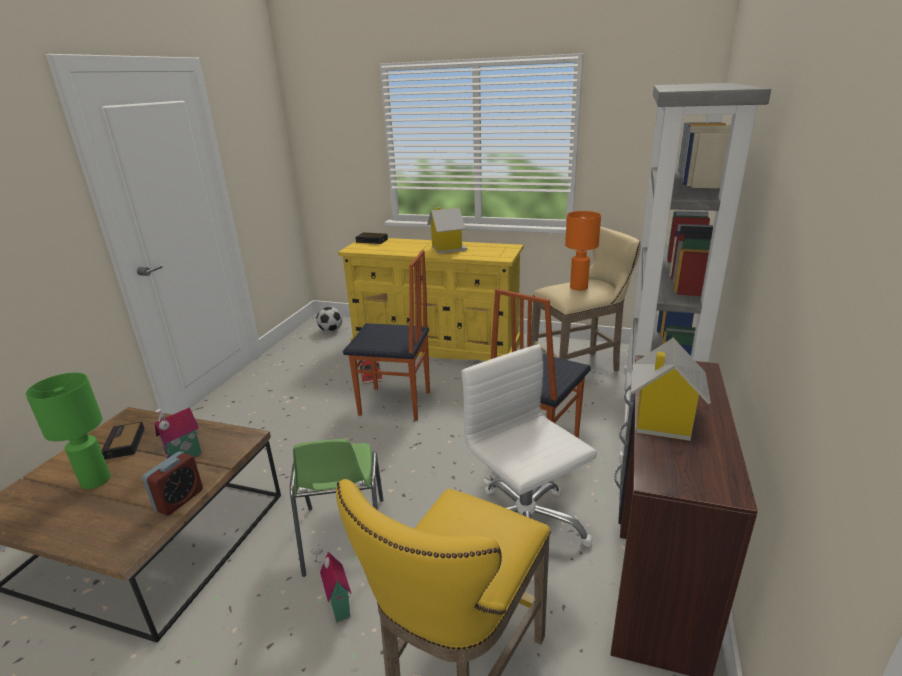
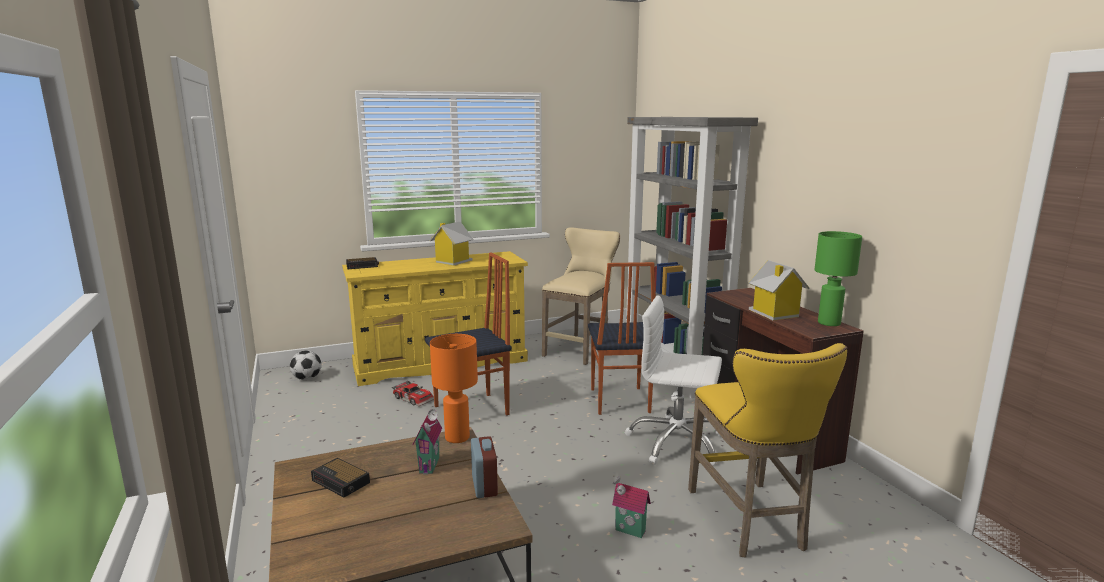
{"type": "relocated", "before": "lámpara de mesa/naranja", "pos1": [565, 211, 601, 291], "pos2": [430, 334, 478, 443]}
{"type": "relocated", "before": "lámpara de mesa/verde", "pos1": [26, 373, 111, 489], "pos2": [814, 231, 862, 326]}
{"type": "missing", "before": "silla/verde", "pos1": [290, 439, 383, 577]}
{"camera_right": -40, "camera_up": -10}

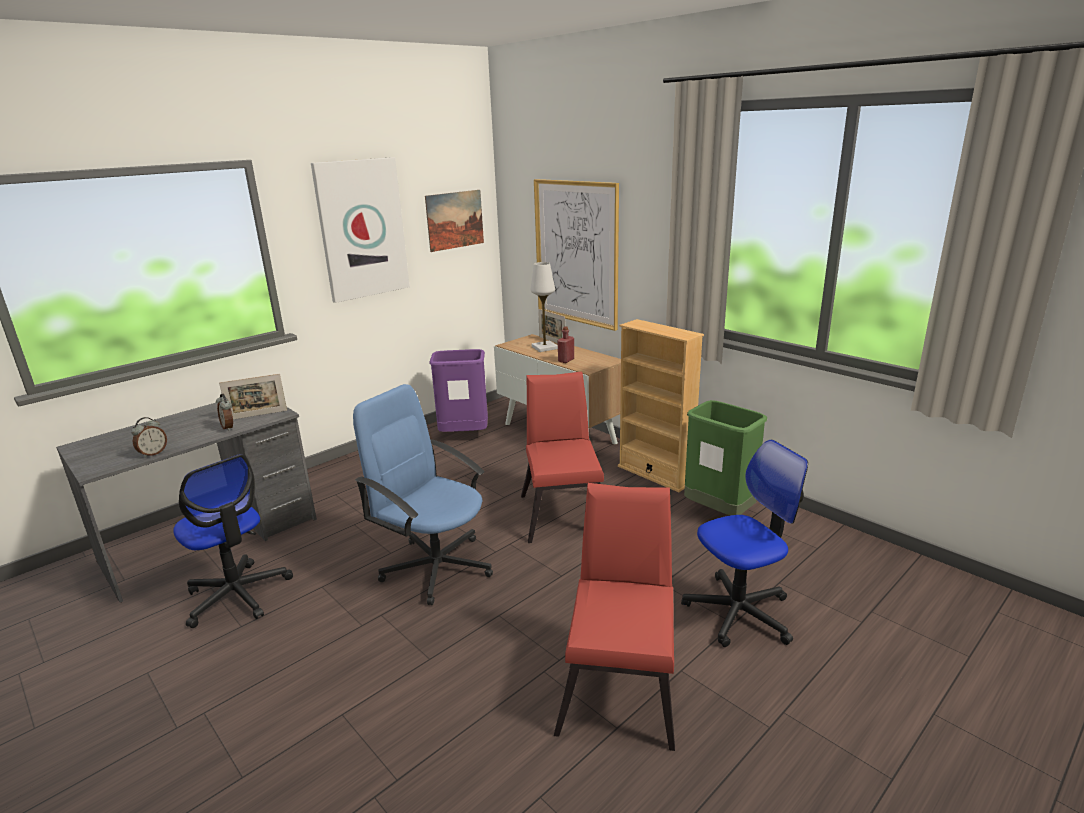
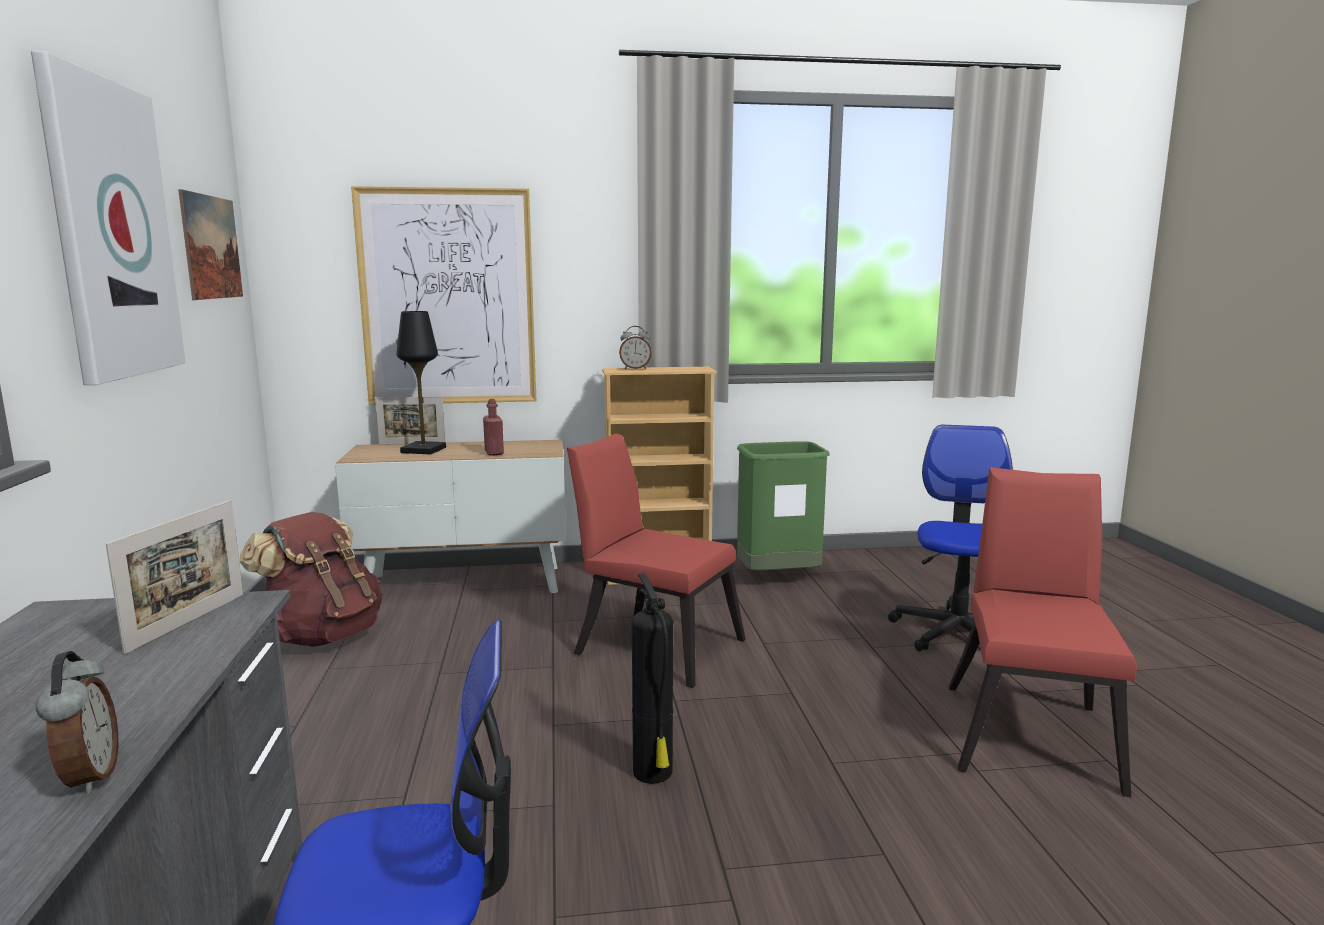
{"type": "colour", "before": "lámpara de mesa/blanco", "after": "lámpara de mesa/negro", "pos1": [531, 262, 558, 352], "pos2": [397, 311, 446, 455]}
{"type": "exchanged", "before": "papelera/morado", "after": "mochila/marrón", "pos1": [429, 349, 488, 432], "pos2": [240, 512, 383, 647]}
{"type": "exchanged", "before": "silla de oficina/azul", "after": "extintor", "pos1": [353, 384, 493, 605], "pos2": [632, 573, 673, 784]}
{"type": "relocated", "before": "despertador", "pos1": [216, 394, 233, 431], "pos2": [619, 326, 652, 369]}
{"type": "spun", "before": "silla/rojo", "pos1": [554, 483, 675, 751], "pos2": [949, 467, 1137, 797], "turn": 60}
{"camera_right": -55, "camera_up": -10}

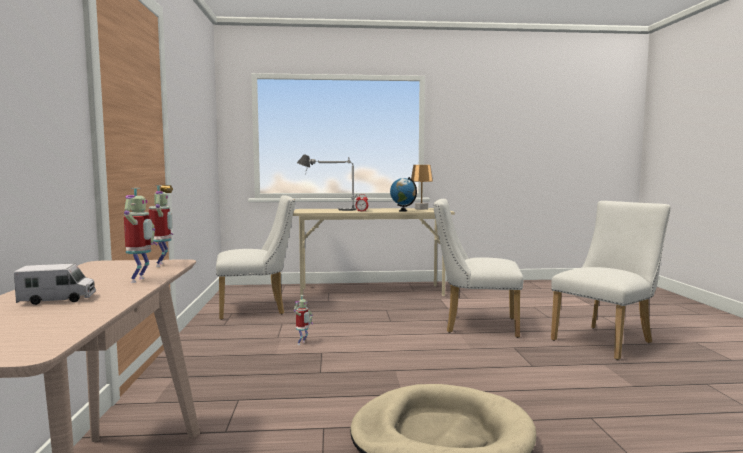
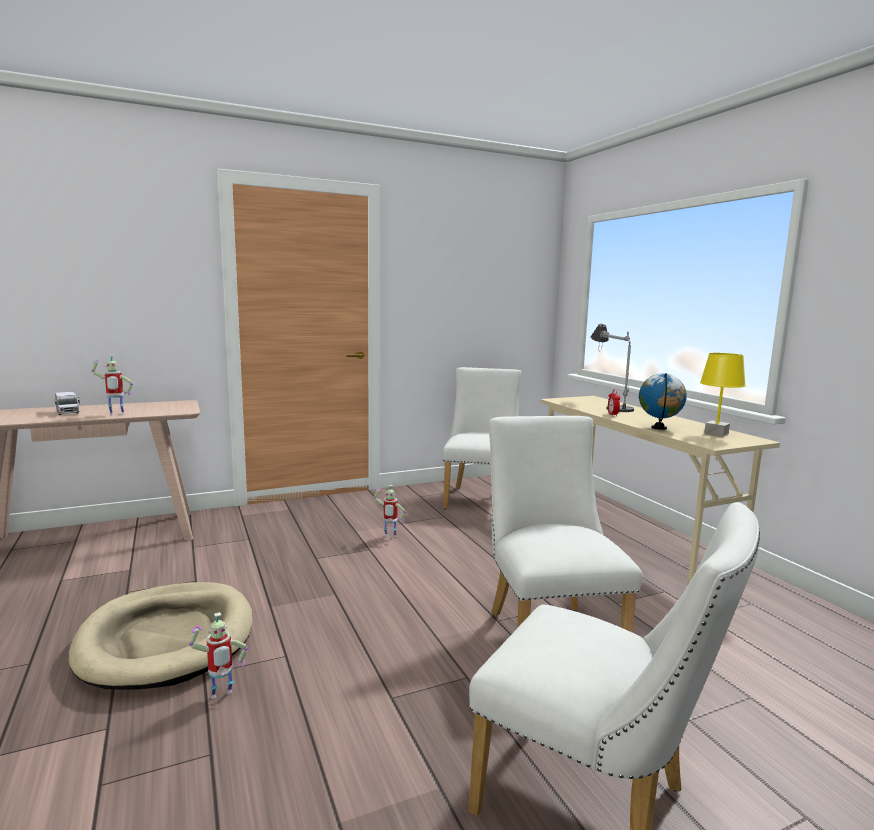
{"type": "colour", "before": "lámpara de mesa/marrón", "after": "lámpara de mesa/amarillo", "pos1": [411, 165, 433, 210], "pos2": [700, 353, 746, 436]}
{"type": "relocated", "before": "robot de juguete", "pos1": [149, 185, 173, 267], "pos2": [189, 612, 248, 699]}
{"type": "spun", "before": "silla/blanco", "pos1": [216, 195, 295, 320], "pos2": [442, 367, 521, 509], "turn": -135}
{"camera_right": 70, "camera_up": 5}

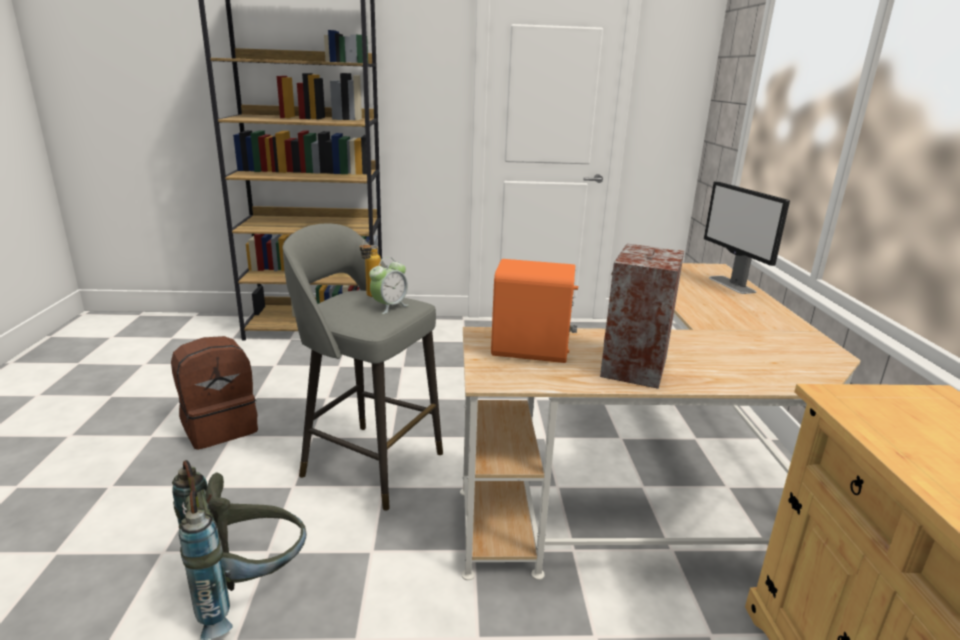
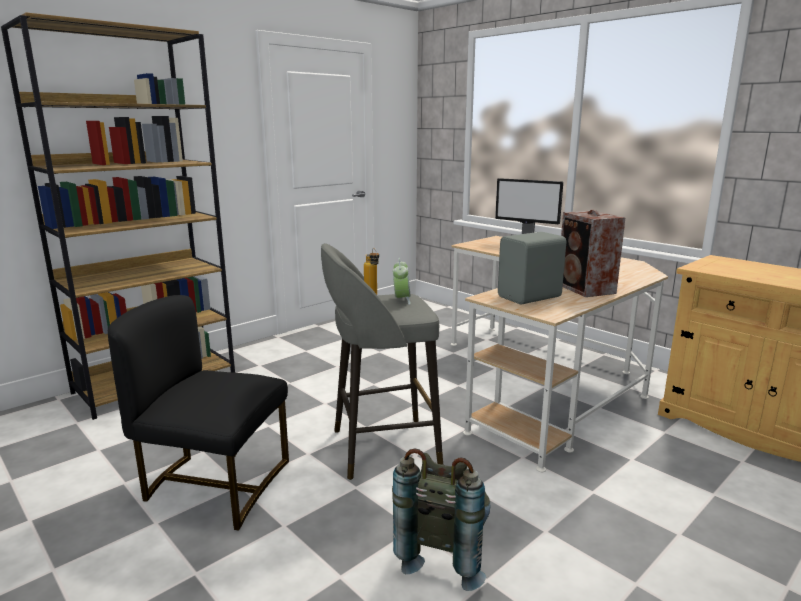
{"type": "colour", "before": "altavoz/naranja", "after": "altavoz/gris", "pos1": [491, 259, 578, 363], "pos2": [498, 232, 566, 305]}
{"type": "exchanged", "before": "mochila/marrón", "after": "silla/negro", "pos1": [171, 336, 258, 450], "pos2": [108, 295, 289, 531]}
{"camera_right": -40, "camera_up": -5}

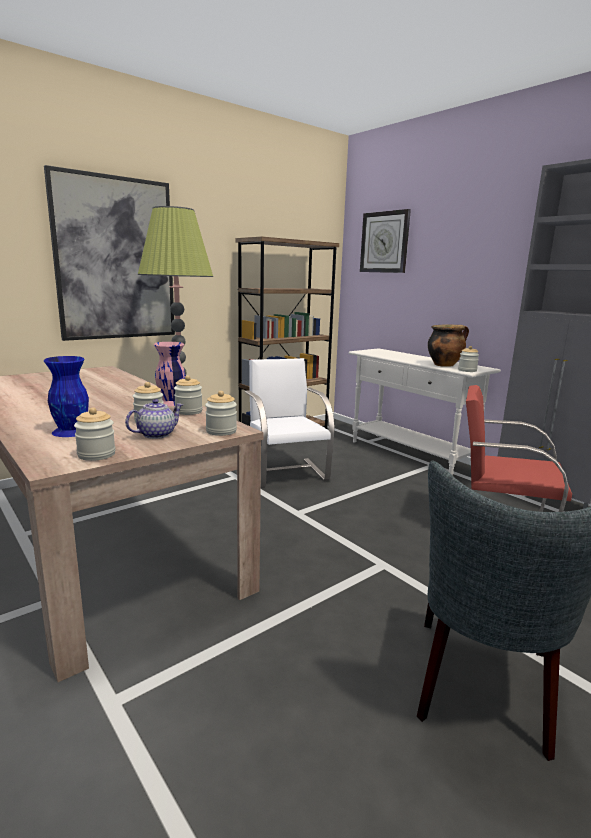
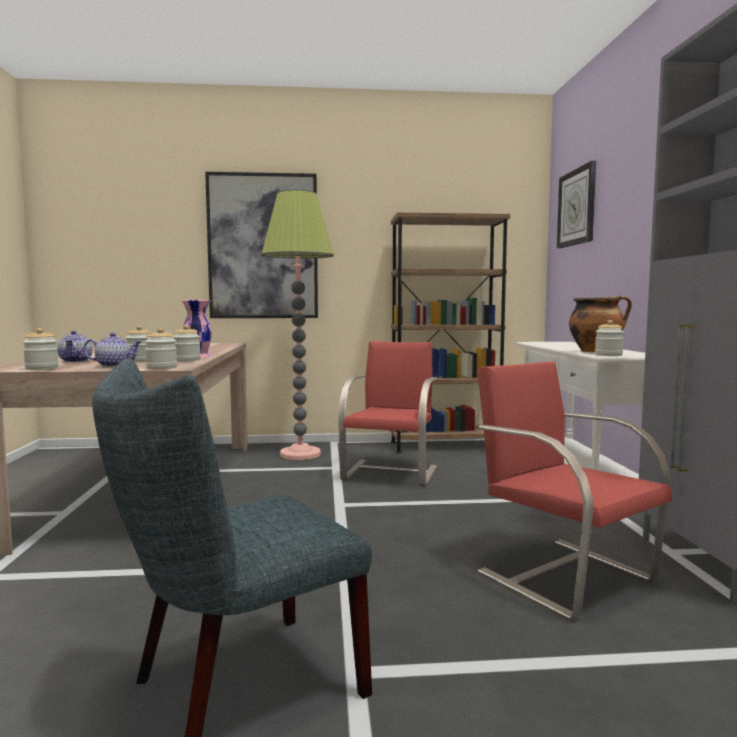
{"type": "exchanged", "before": "florero/azul", "after": "tetera", "pos1": [44, 356, 89, 437], "pos2": [57, 331, 92, 362]}
{"type": "colour", "before": "silla/blanco", "after": "silla/rojo", "pos1": [245, 358, 334, 488], "pos2": [338, 341, 438, 487]}
{"camera_right": 35, "camera_up": -10}

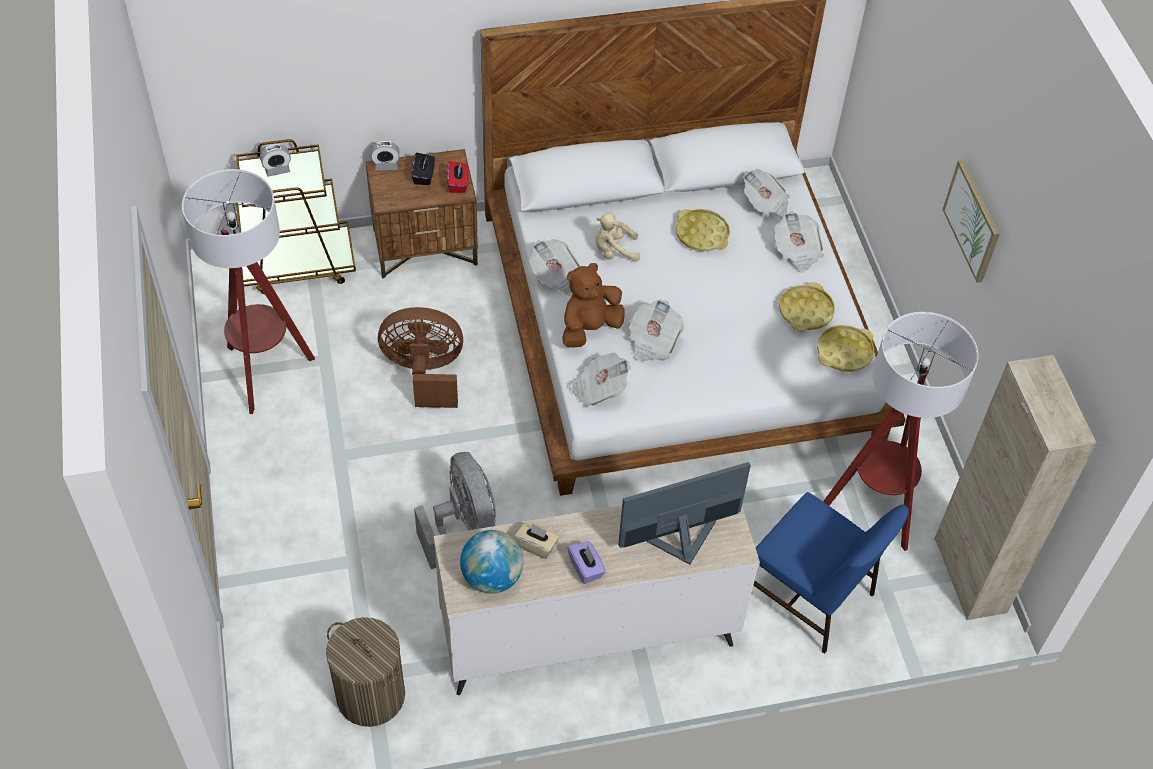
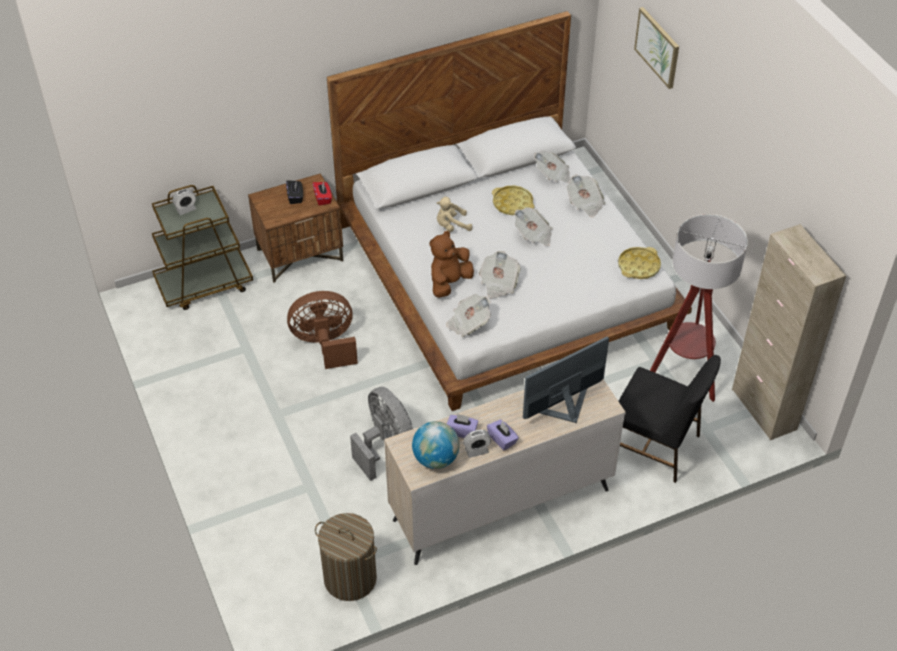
{"type": "relocated", "before": "despertador", "pos1": [371, 141, 400, 170], "pos2": [463, 430, 491, 458]}
{"type": "relocated", "before": "cuadro", "pos1": [942, 160, 1000, 283], "pos2": [634, 7, 679, 89]}
{"type": "missing", "before": "lámpara de pie", "pos1": [182, 169, 315, 414]}
{"type": "relocated", "before": "periódico", "pos1": [529, 239, 580, 296], "pos2": [515, 207, 552, 246]}
{"type": "missing", "before": "bandeja/amarillo", "pos1": [779, 282, 835, 331]}
{"type": "colour", "before": "silla/azul", "after": "silla/negro", "pos1": [753, 492, 909, 654], "pos2": [619, 355, 721, 483]}
{"type": "colour", "before": "caja de pañuelos/beis", "after": "caja de pañuelos/morado", "pos1": [514, 522, 559, 559], "pos2": [447, 414, 478, 438]}
{"camera_right": -10, "camera_up": -5}

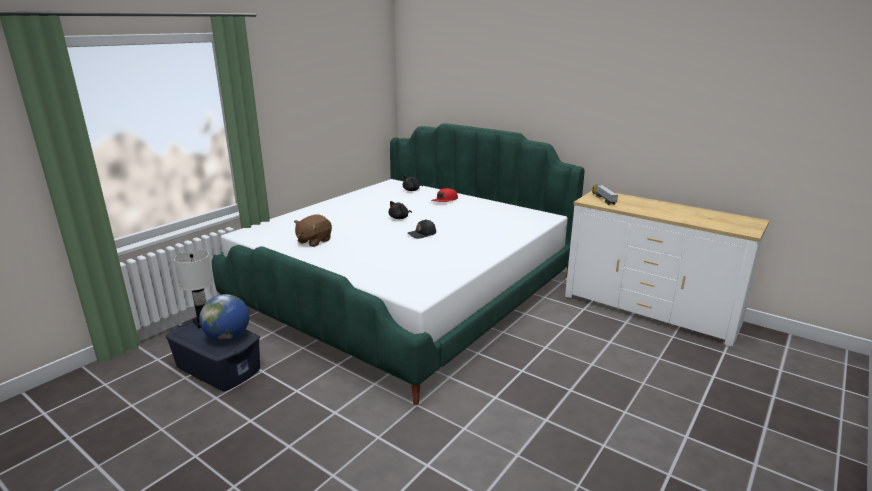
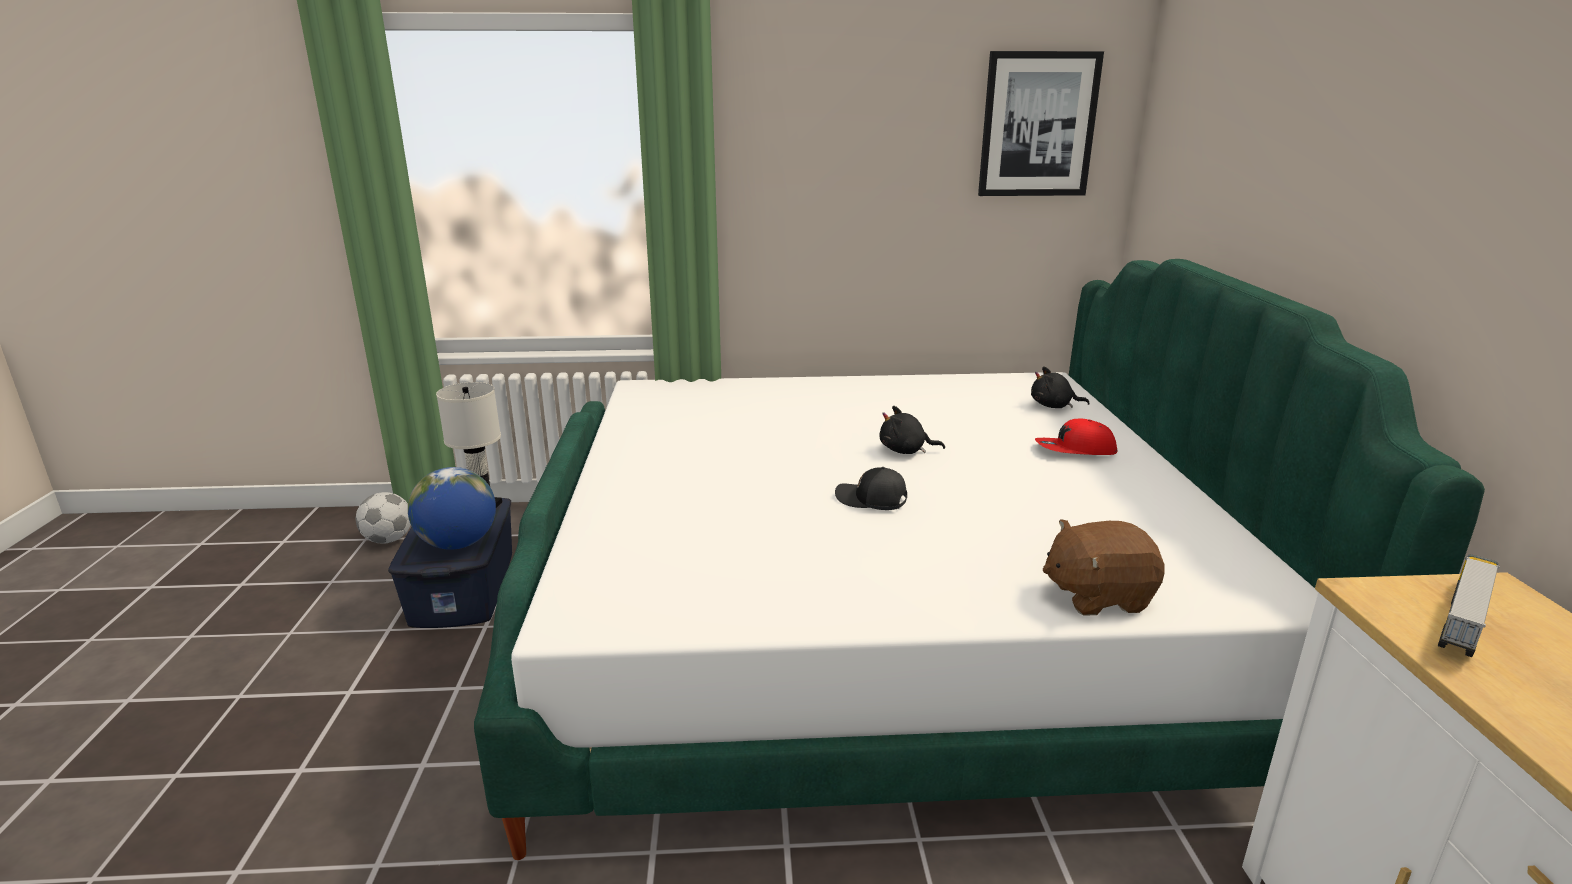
{"type": "relocated", "before": "peluche/marrón", "pos1": [294, 214, 332, 247], "pos2": [1043, 519, 1165, 616]}
{"type": "appeared", "after": "cuadro", "pos2": [978, 51, 1104, 196]}
{"type": "appeared", "after": "balón de fútbol", "pos2": [356, 492, 411, 544]}
{"camera_right": 50, "camera_up": 0}

